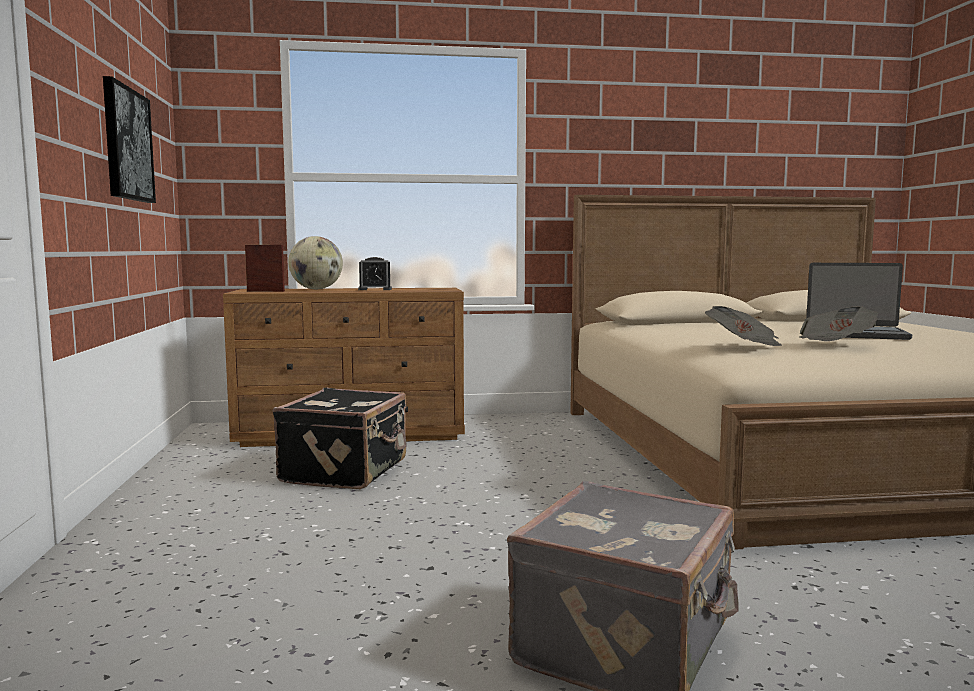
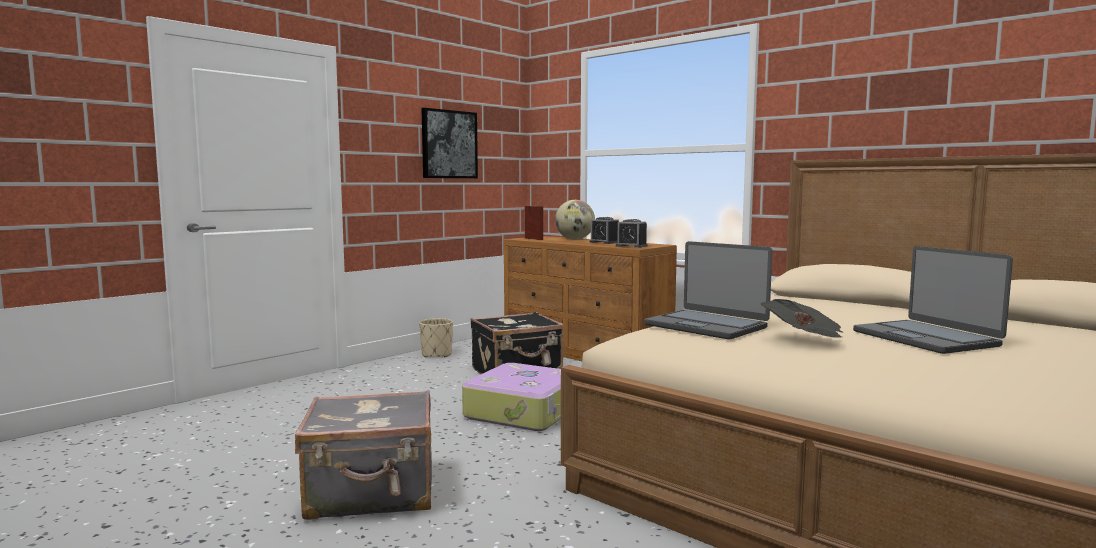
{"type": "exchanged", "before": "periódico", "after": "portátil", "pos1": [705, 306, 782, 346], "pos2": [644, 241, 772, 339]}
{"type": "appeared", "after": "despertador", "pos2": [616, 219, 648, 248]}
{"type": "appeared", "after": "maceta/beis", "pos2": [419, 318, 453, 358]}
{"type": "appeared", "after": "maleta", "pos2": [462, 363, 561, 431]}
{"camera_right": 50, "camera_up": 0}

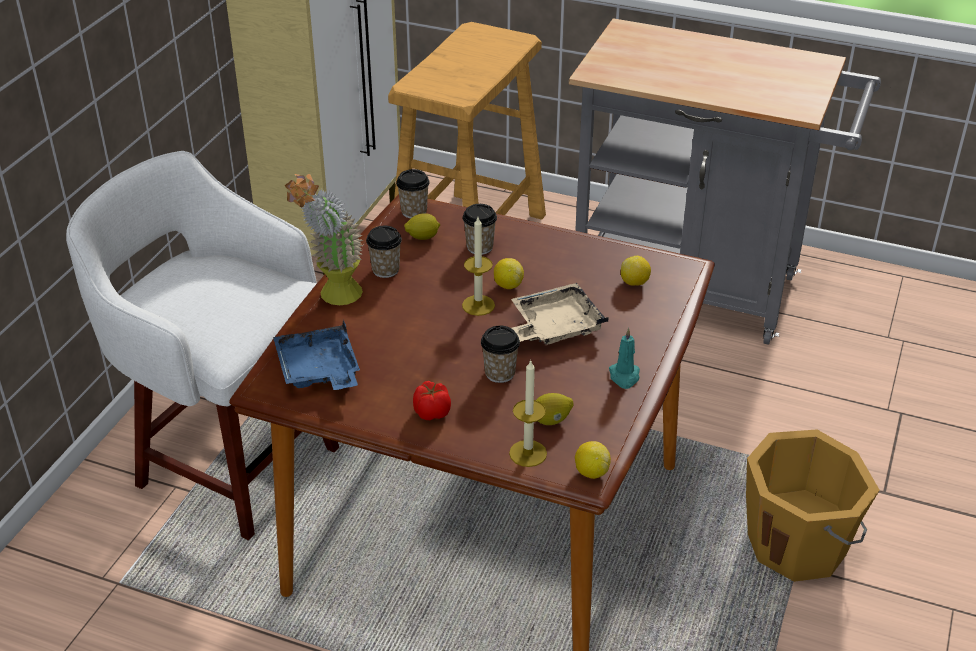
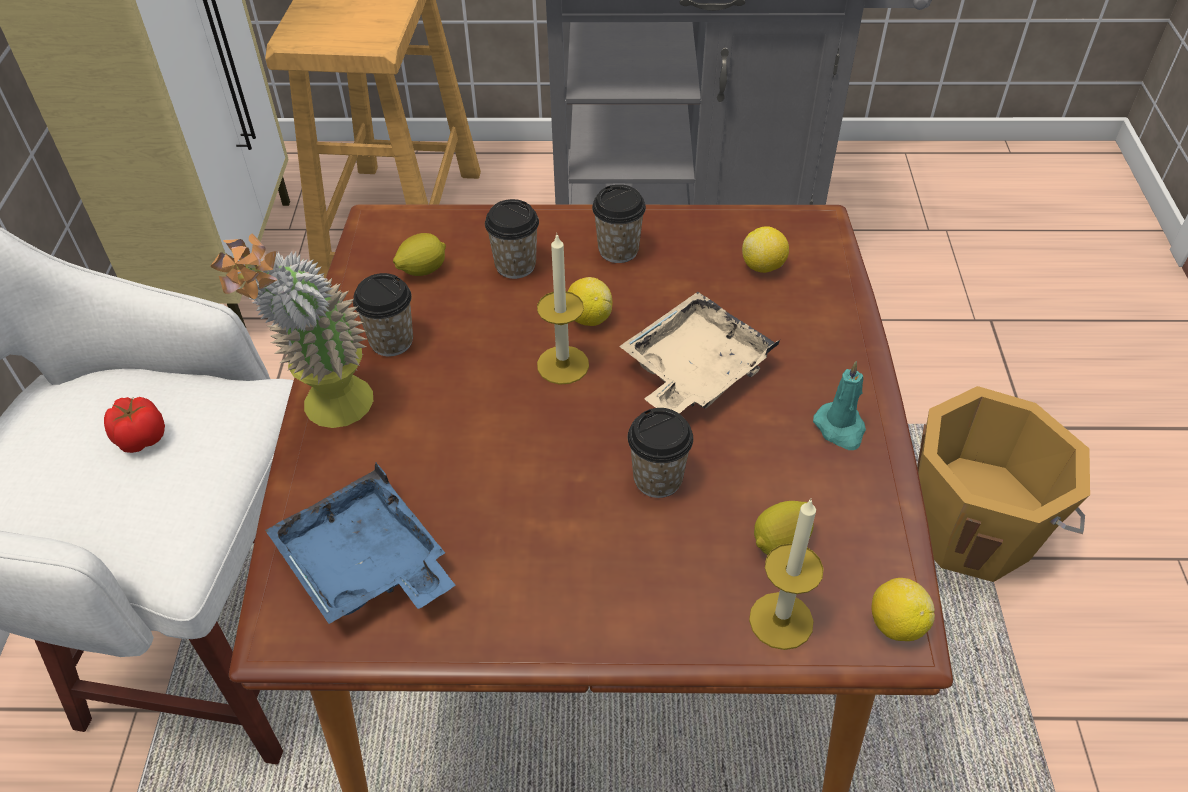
{"type": "relocated", "before": "taza", "pos1": [396, 169, 430, 218], "pos2": [592, 184, 646, 263]}
{"type": "relocated", "before": "tomate", "pos1": [413, 381, 451, 420], "pos2": [104, 396, 165, 453]}
{"camera_right": -20, "camera_up": 10}

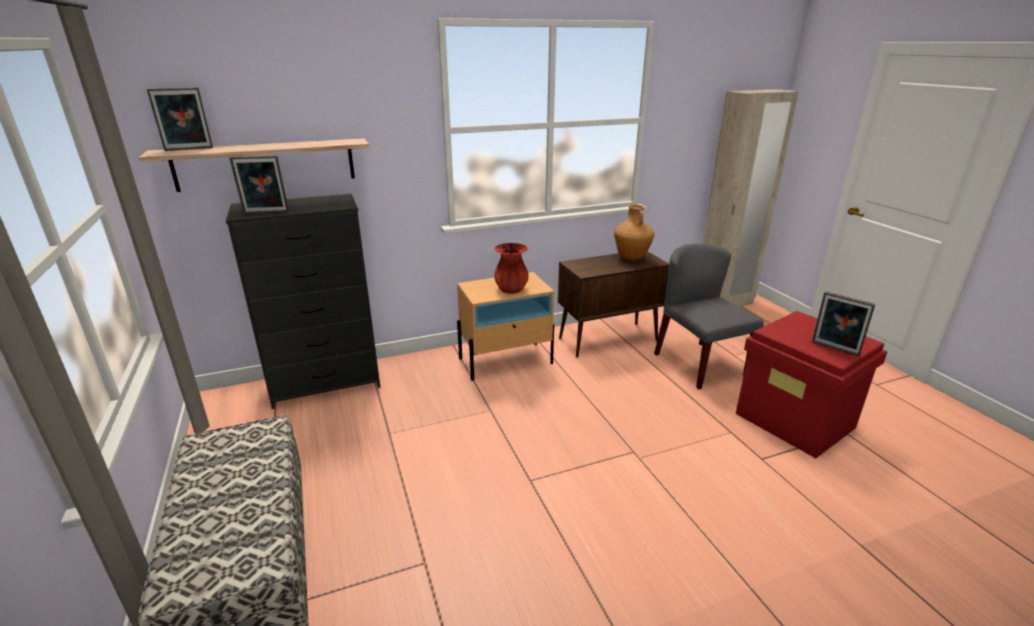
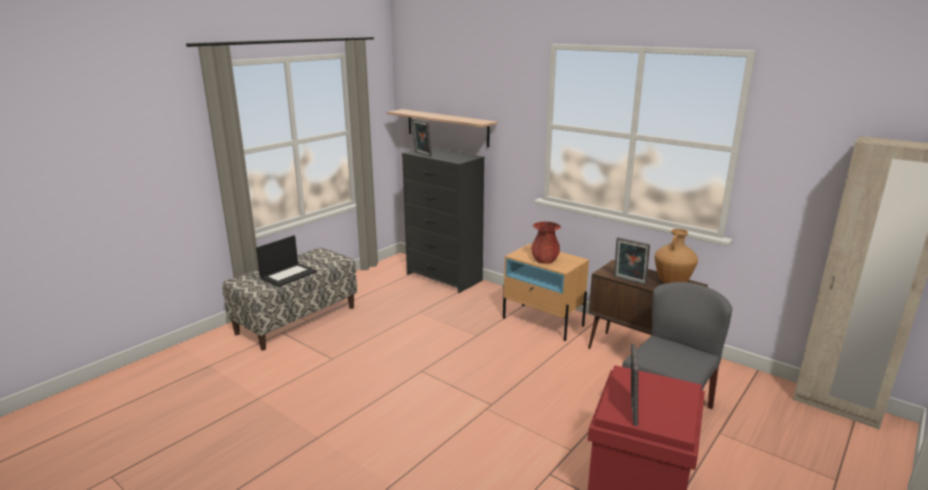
{"type": "relocated", "before": "portarretratos", "pos1": [147, 87, 213, 151], "pos2": [614, 237, 650, 285]}
{"type": "appeared", "after": "portátil", "pos2": [256, 235, 317, 287]}
{"camera_right": 60, "camera_up": -5}

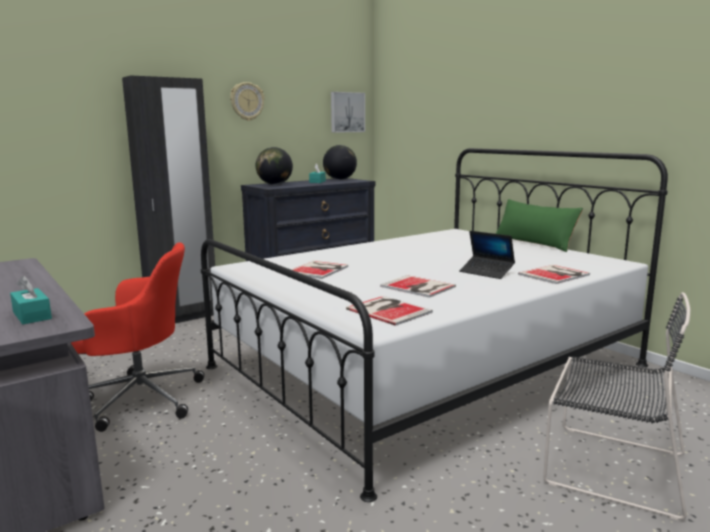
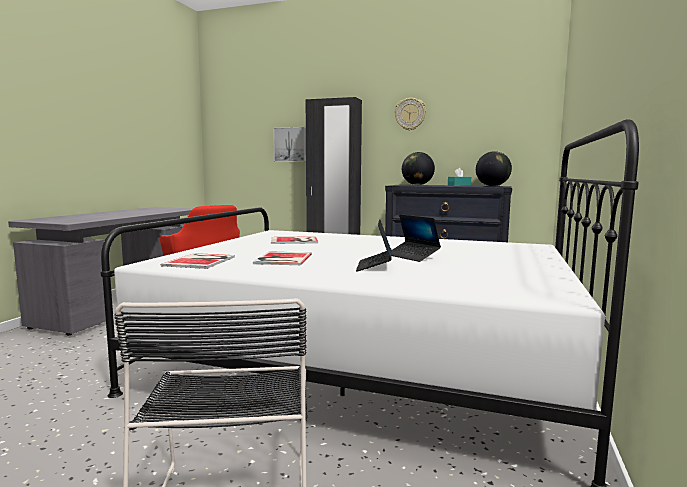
{"type": "relocated", "before": "cuadro", "pos1": [331, 92, 365, 133], "pos2": [273, 127, 306, 162]}
{"type": "missing", "before": "cojín/verde", "pos1": [496, 199, 583, 252]}
{"type": "missing", "before": "libro", "pos1": [518, 265, 590, 284]}
{"type": "missing", "before": "caja de pañuelos/turquesa", "pos1": [10, 276, 52, 324]}
{"type": "appeared", "after": "portátil", "pos2": [392, 214, 441, 262]}
{"camera_right": 55, "camera_up": -5}

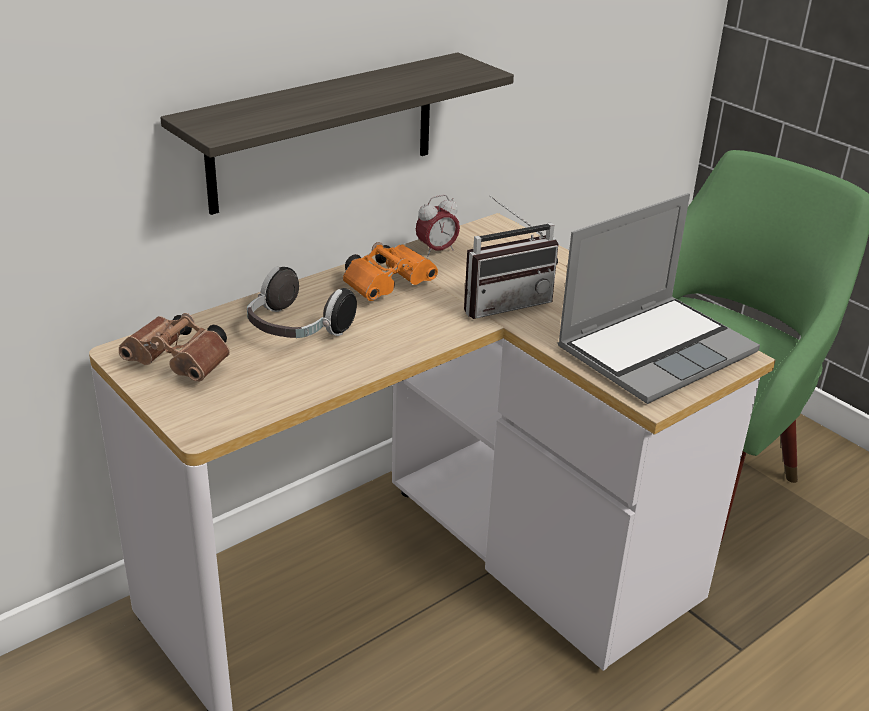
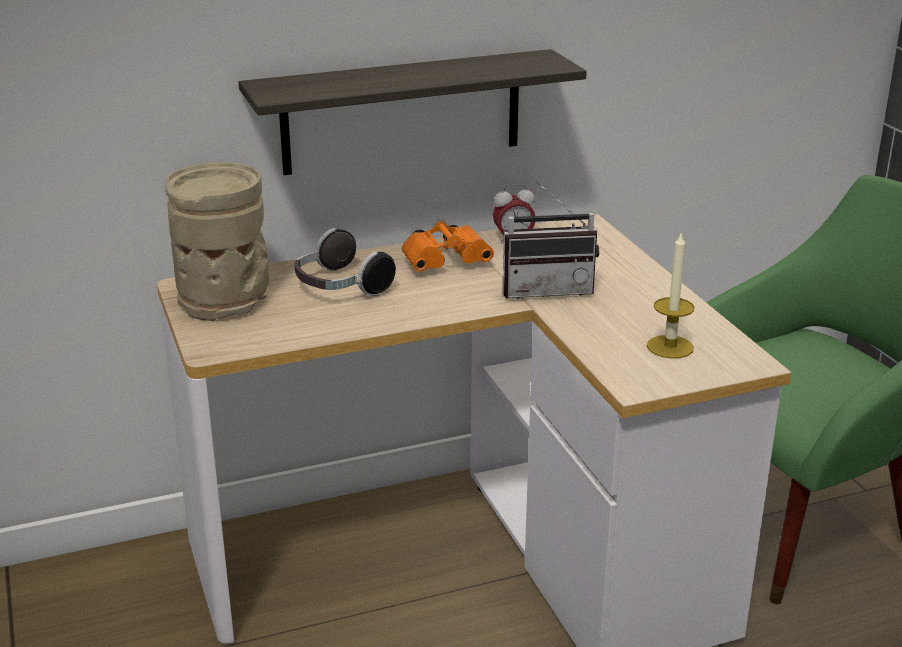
{"type": "exchanged", "before": "portátil", "after": "vela", "pos1": [557, 193, 760, 404], "pos2": [647, 231, 695, 359]}
{"type": "exchanged", "before": "prismáticos/marrón", "after": "florero/beis", "pos1": [119, 313, 230, 382], "pos2": [165, 162, 269, 321]}
{"camera_right": 20, "camera_up": -5}

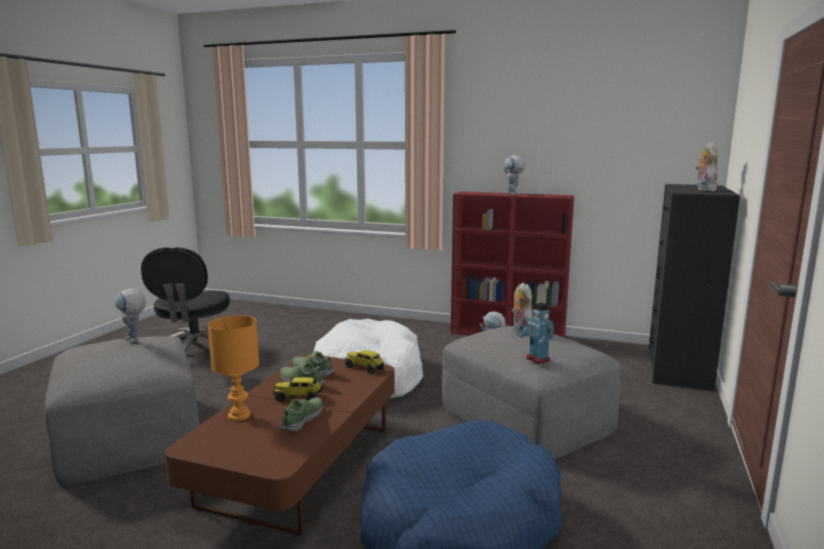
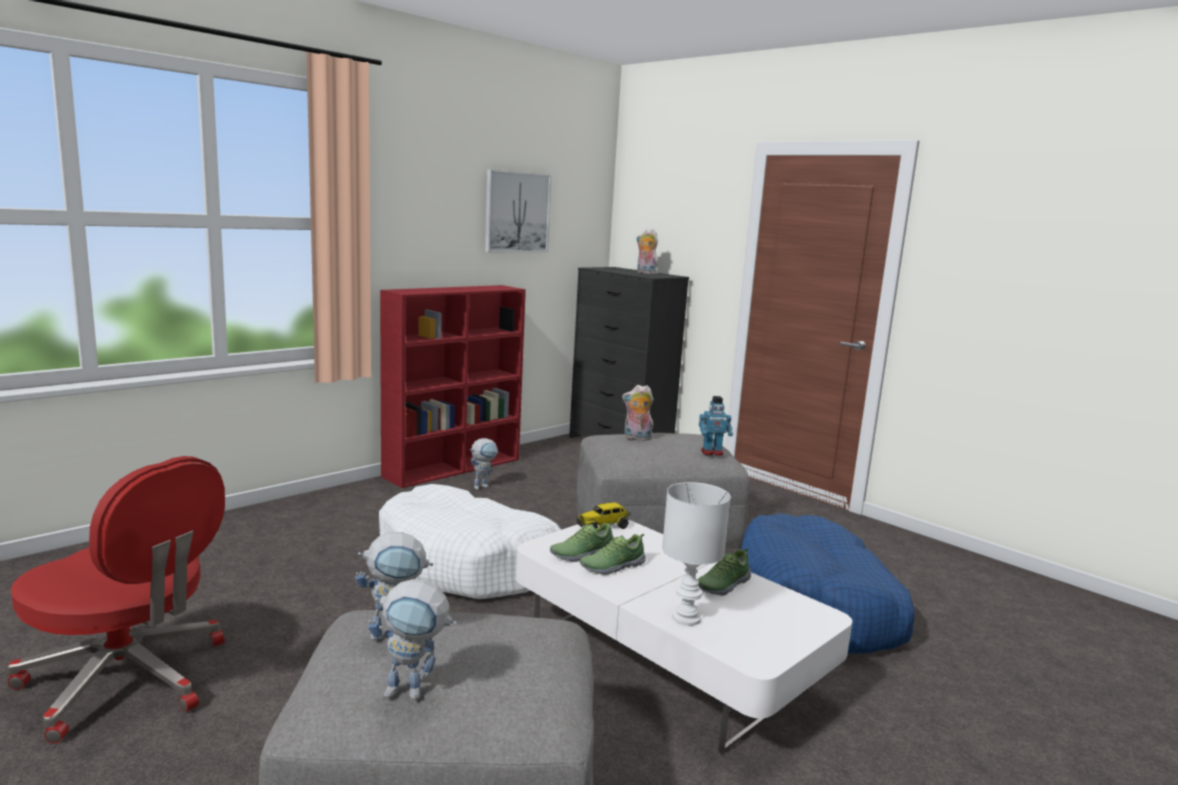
{"type": "relocated", "before": "robot de juguete", "pos1": [504, 155, 525, 195], "pos2": [368, 579, 457, 700]}
{"type": "colour", "before": "silla de oficina/negro", "after": "silla de oficina/rojo", "pos1": [141, 248, 230, 353], "pos2": [8, 456, 225, 744]}
{"type": "colour", "before": "lámpara de mesa/naranja", "after": "lámpara de mesa/blanco", "pos1": [208, 315, 259, 421], "pos2": [662, 482, 731, 626]}
{"type": "colour", "before": "mesa de centro/marrón", "after": "mesa de centro/blanco", "pos1": [165, 354, 395, 536], "pos2": [516, 519, 852, 754]}
{"type": "missing", "before": "camión de juguete", "pos1": [272, 377, 324, 402]}
{"type": "spun", "before": "zapato", "pos1": [280, 397, 322, 431], "pos2": [698, 548, 751, 596], "turn": -90}
{"type": "appeared", "after": "cuadro", "pos2": [485, 170, 551, 252]}
{"camera_right": -65, "camera_up": 0}

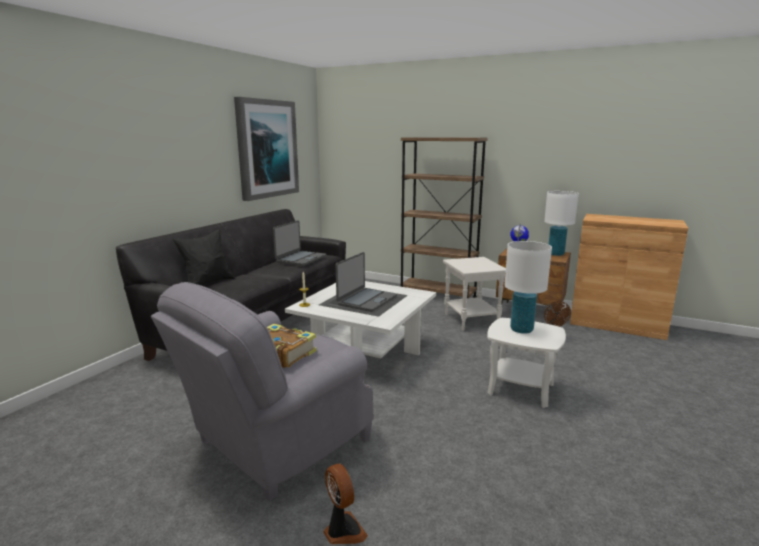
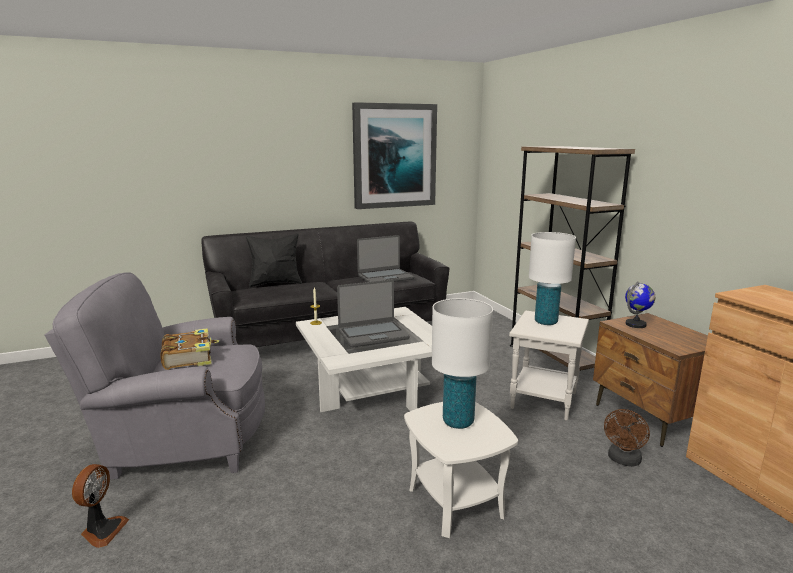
{"type": "relocated", "before": "lámpara de mesa/blanco", "pos1": [544, 191, 579, 256], "pos2": [529, 232, 576, 325]}
{"camera_right": 40, "camera_up": 0}

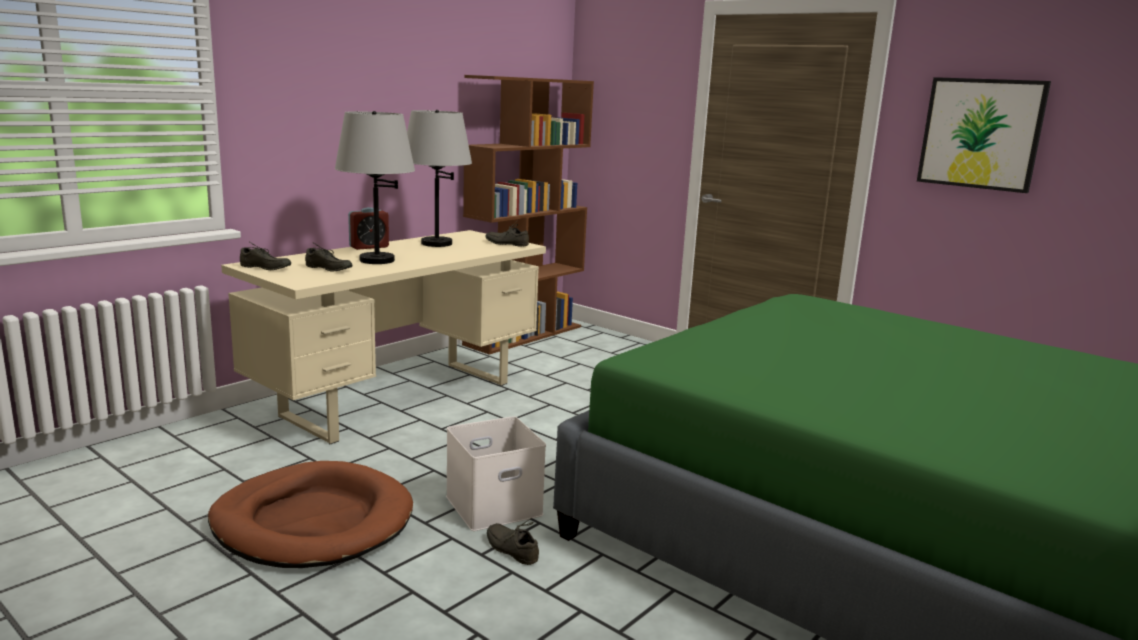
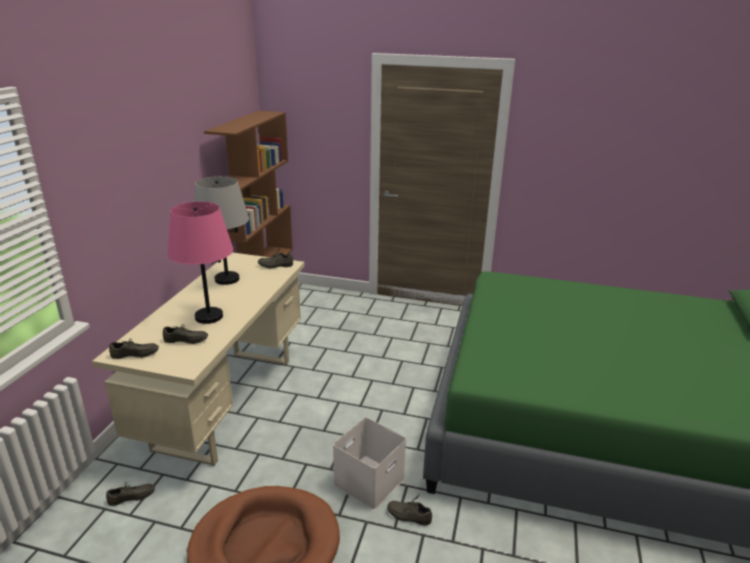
{"type": "missing", "before": "cuadro", "pos1": [917, 77, 1051, 193]}
{"type": "colour", "before": "lámpara de mesa/gris", "after": "lámpara de mesa/rosa", "pos1": [335, 111, 415, 264], "pos2": [167, 202, 233, 324]}
{"type": "missing", "before": "despertador", "pos1": [348, 207, 389, 250]}
{"type": "appeared", "after": "zapato/gris", "pos2": [106, 482, 155, 506]}
{"camera_right": -25, "camera_up": 10}

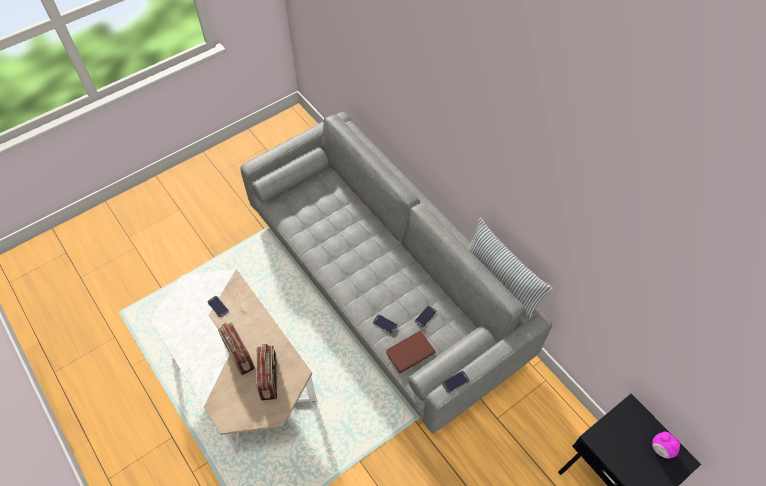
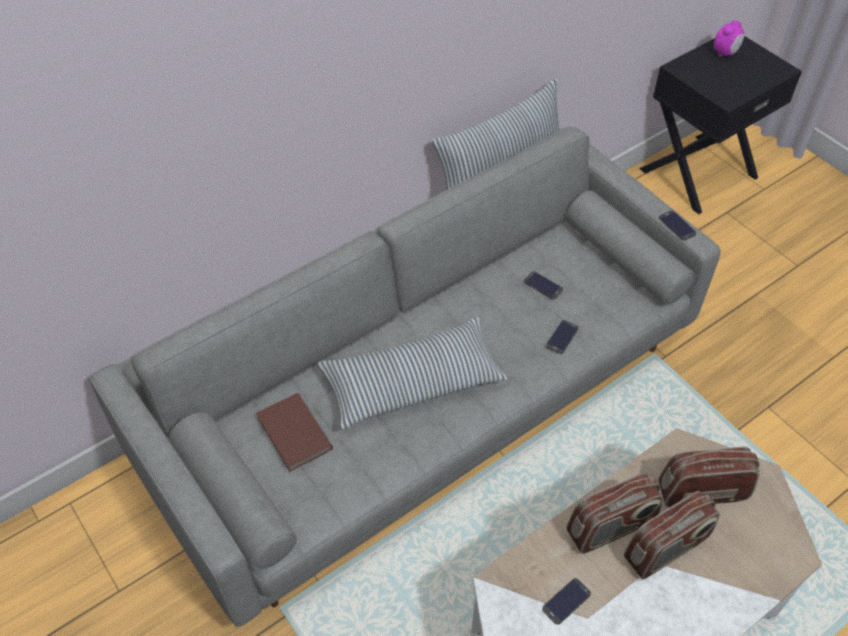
{"type": "relocated", "before": "libro/marrón", "pos1": [386, 330, 436, 373], "pos2": [256, 393, 333, 472]}
{"type": "appeared", "after": "cojín", "pos2": [318, 317, 508, 429]}
{"type": "appeared", "after": "radio", "pos2": [566, 473, 663, 554]}
{"camera_right": -90, "camera_up": -5}

